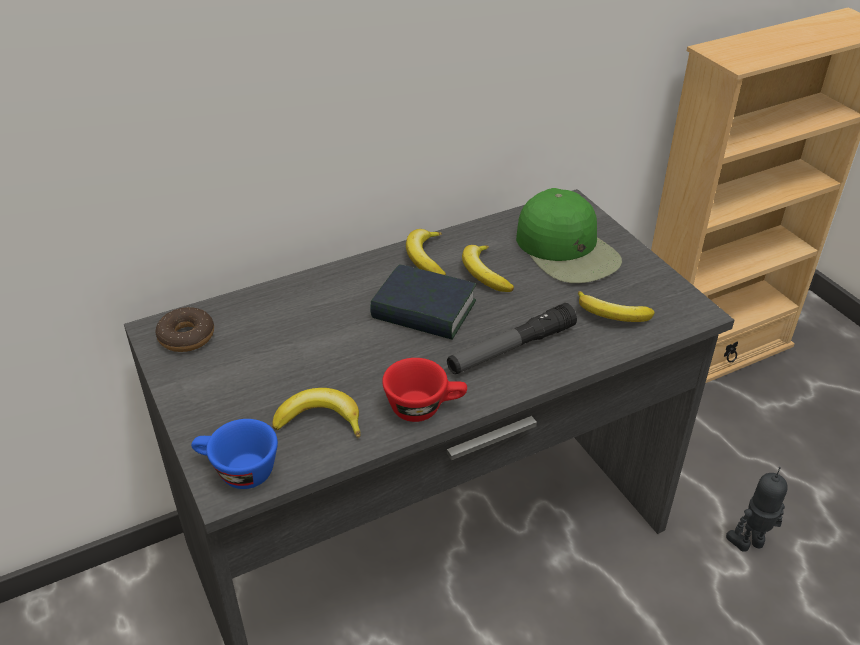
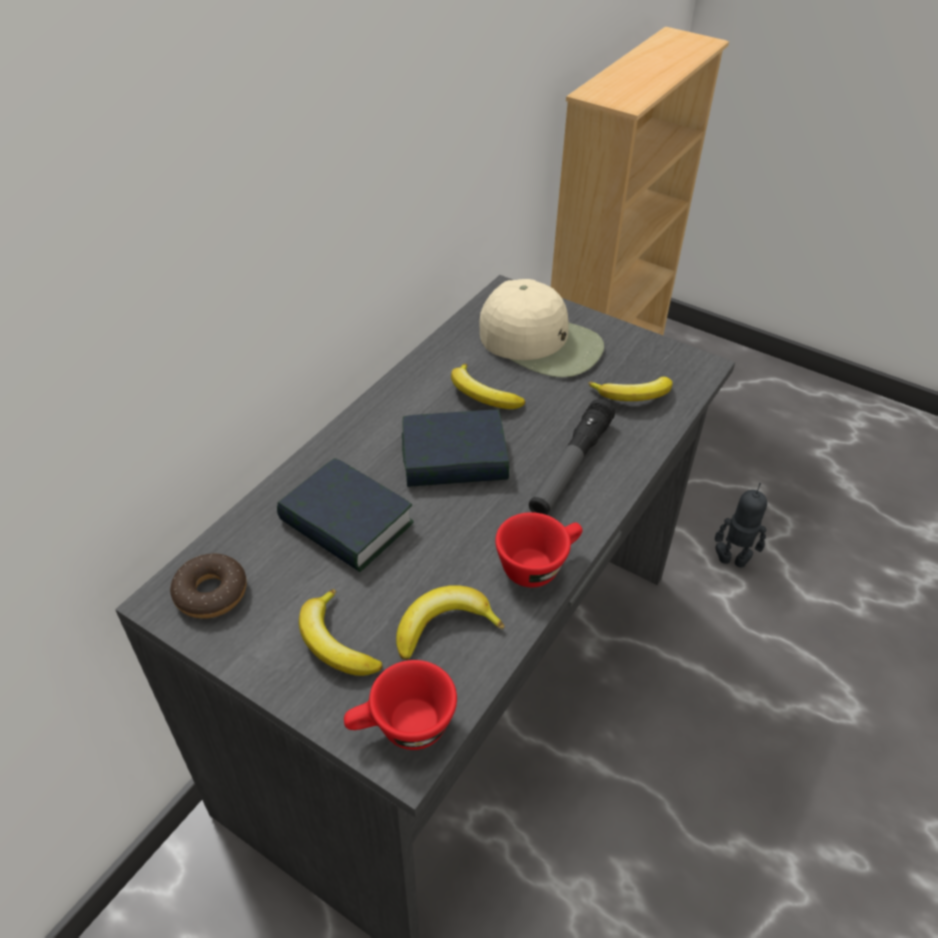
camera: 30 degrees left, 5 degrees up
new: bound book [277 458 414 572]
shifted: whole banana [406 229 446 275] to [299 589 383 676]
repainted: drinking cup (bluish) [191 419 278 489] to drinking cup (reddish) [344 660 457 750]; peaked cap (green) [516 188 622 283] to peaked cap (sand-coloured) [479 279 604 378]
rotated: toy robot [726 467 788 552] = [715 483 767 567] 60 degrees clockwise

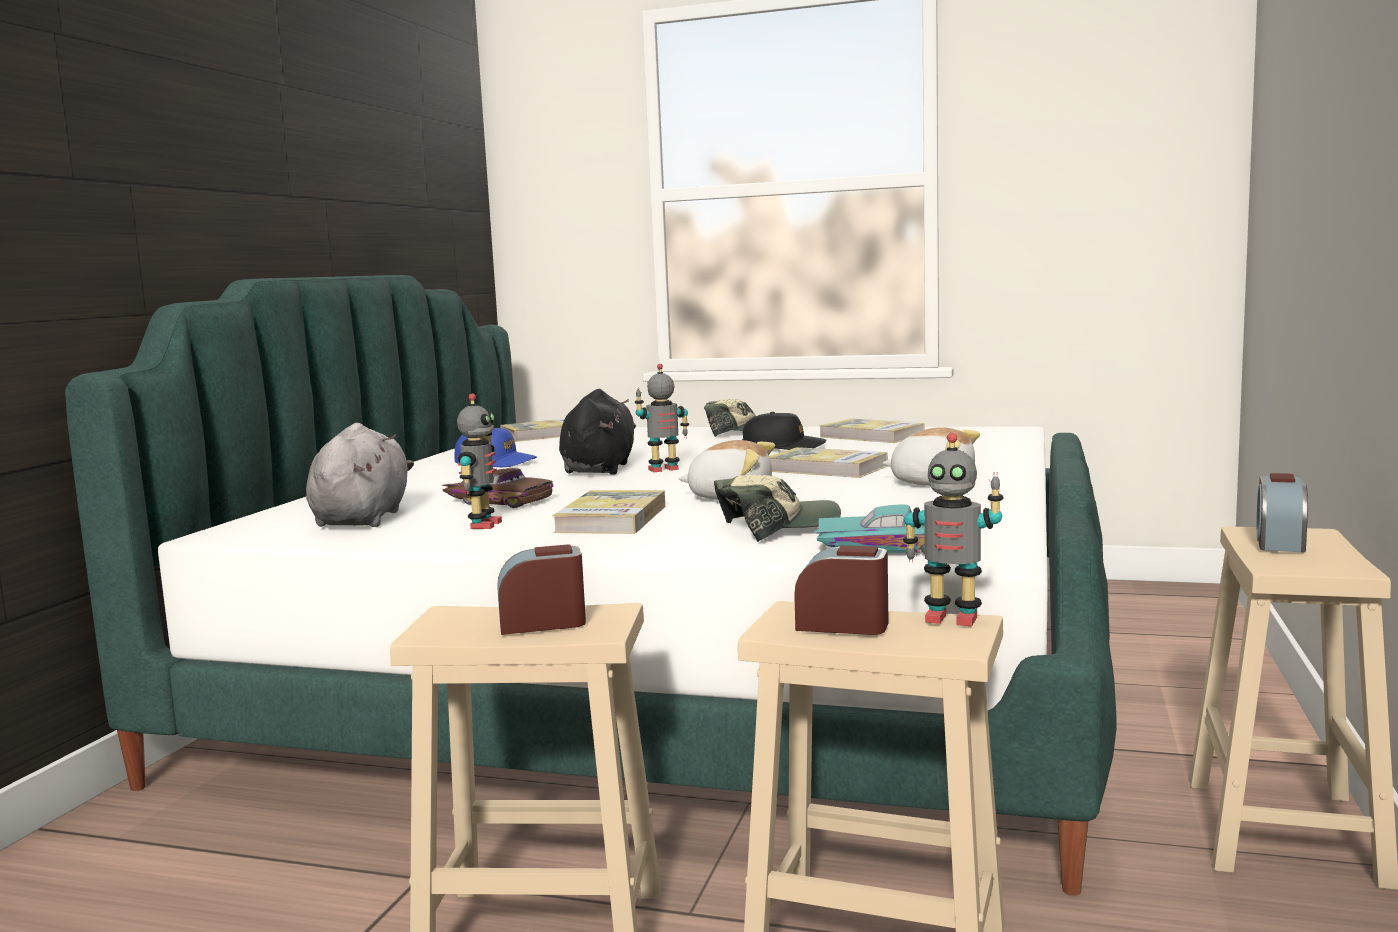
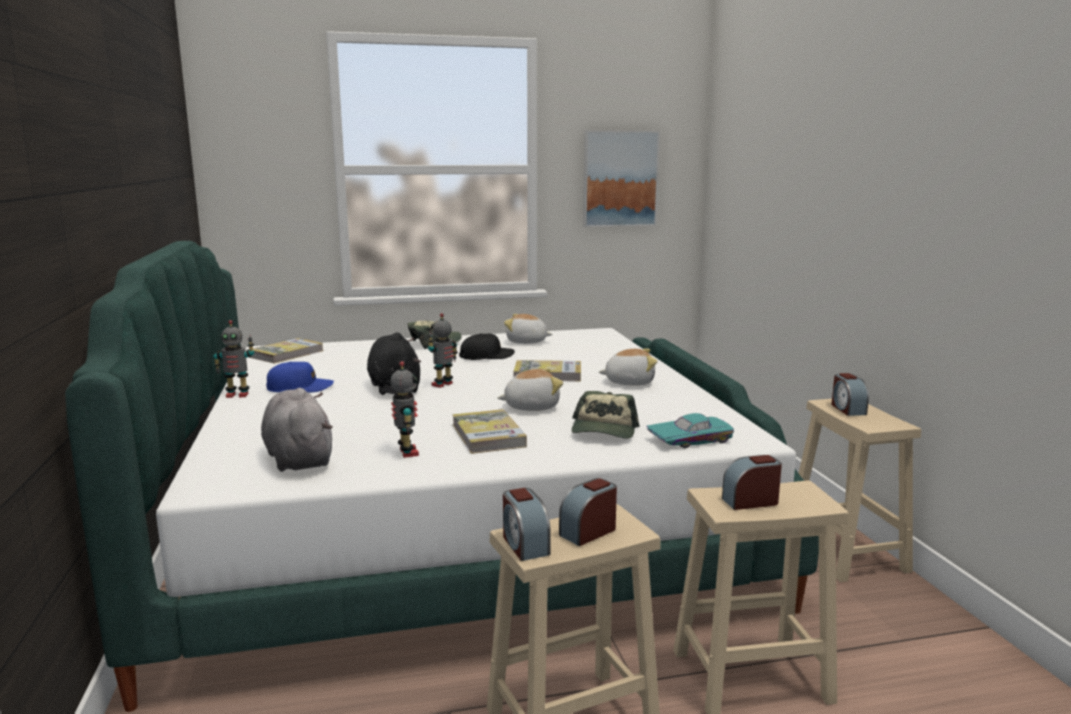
camera: 30 degrees left, 5 degrees up
gone: model car (brownish) [441 468 553 508]
new: table clock [503 488 551 561]; wall picture [583 130 660 228]
shifted: toy robot [903 433 1004 626] to [213 320 254 398]
swapped: bound book [819 419 925 443] to cuddly toy [504 314 553 344]
rotated: peaked cap [714 475 841 542] = [572 391 639 439] 150 degrees clockwise

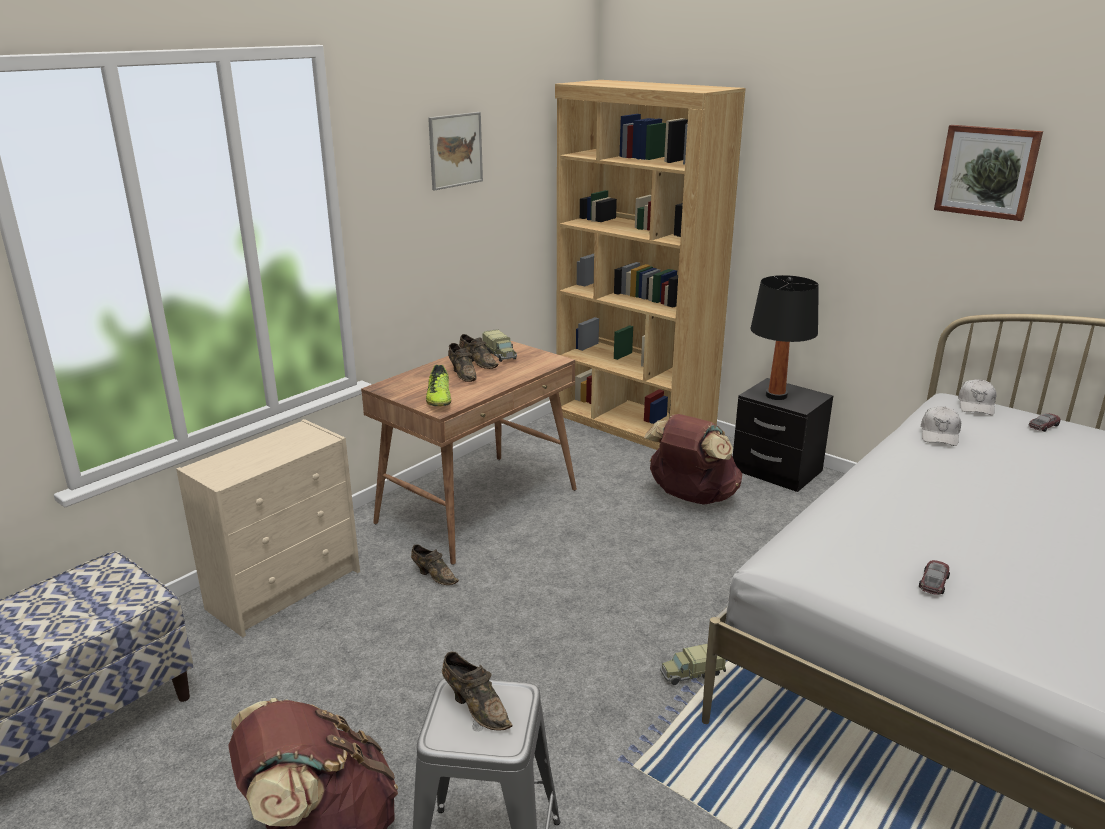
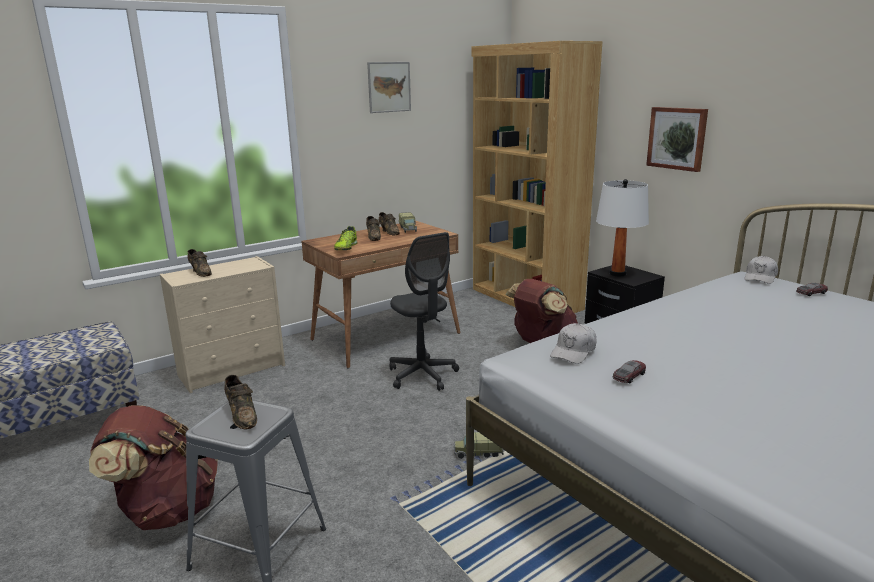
camera: 15 degrees right, 5 degrees down
new: office chair (greyish) [389 232 459 391]
shifted: item of footwear (brownish) [411 544 459 585] to [188 249 212 277]; peaked cap (white) [921 407 961 446] to [550 323 597 364]; wall picture [934 125 1043 221] to [646 107 708 172]
repainted: lamp for a table (blackish) [750 275 819 400] to lamp for a table (white) [596 179 649 276]

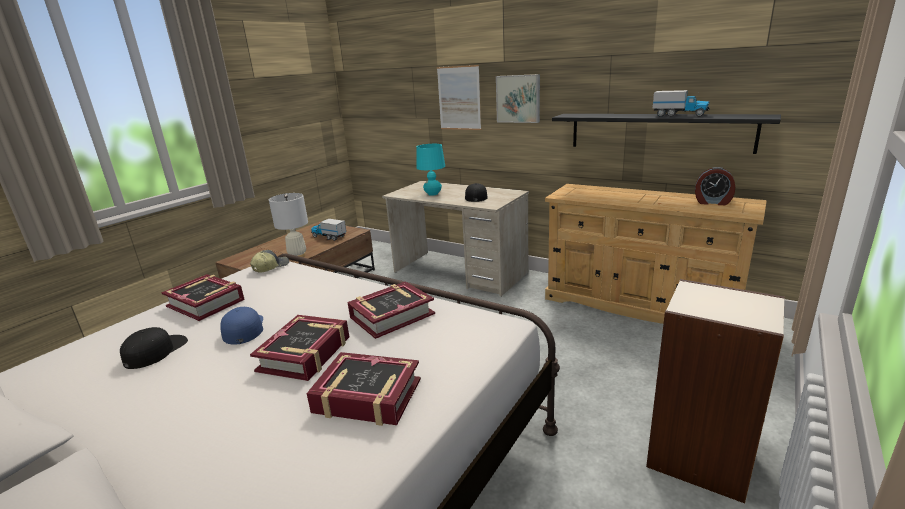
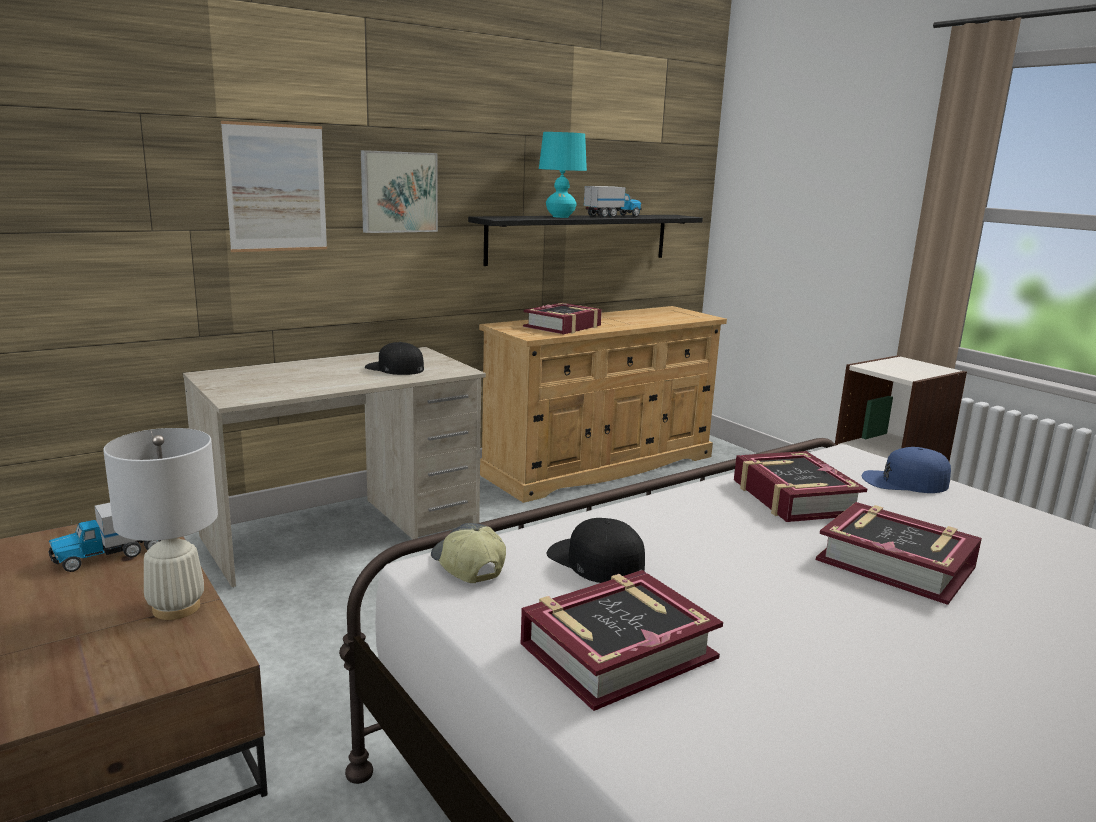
camera: 70 degrees left, 5 degrees down
gone: table clock [695 167 735 205]
shifted: peaked cap (blackish) [120 327 188 369] to [546 518 645 583]; peaked cap (bluish) [220 307 263 345] to [862 447 951 493]; bound book [307 352 421 426] to [523 303 602 334]; lamp for a table (turquoise) [416 144 445 196] to [539 132 587 218]

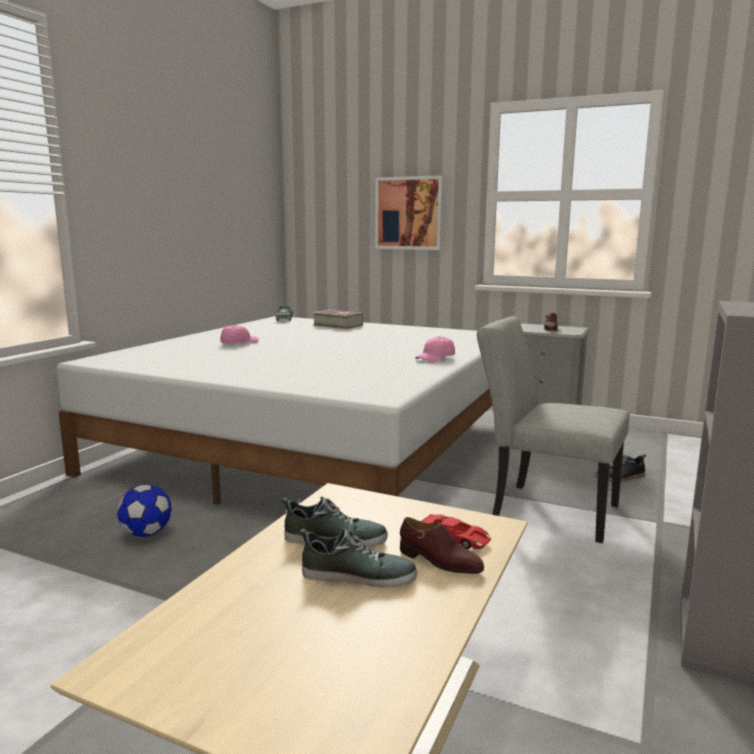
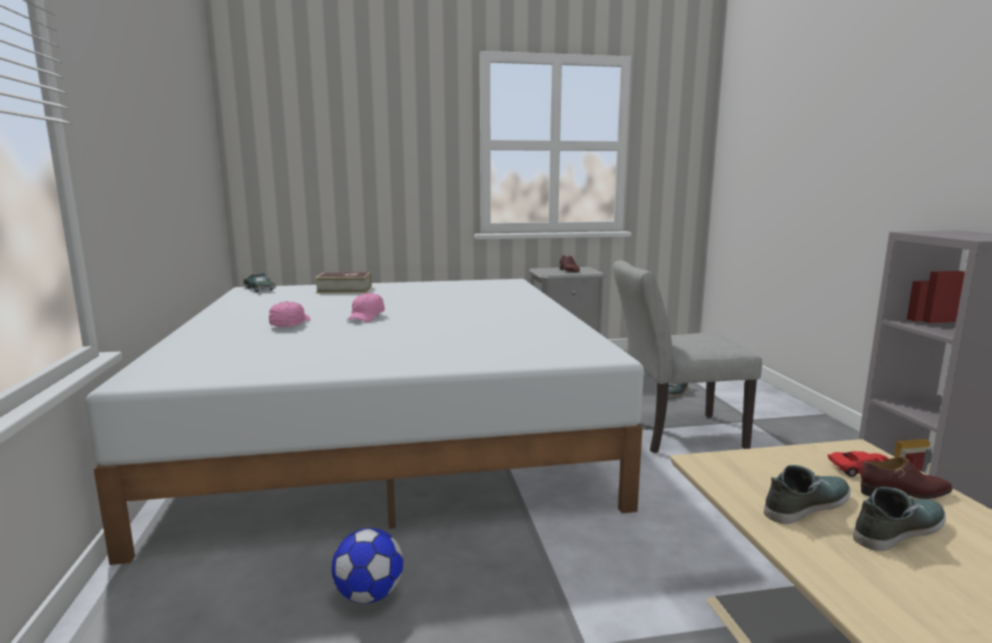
camera: 35 degrees left, 0 degrees up
gone: wall picture [375 175 443 250]
shifted: peaked cap (pink) [415 336 455 363] to [347 293 385 322]

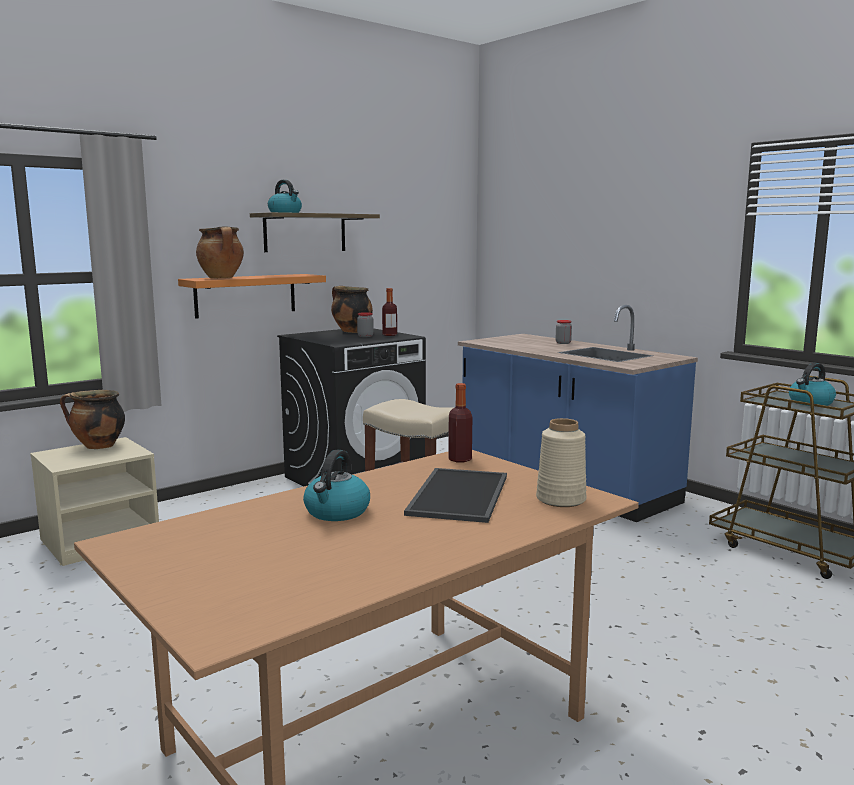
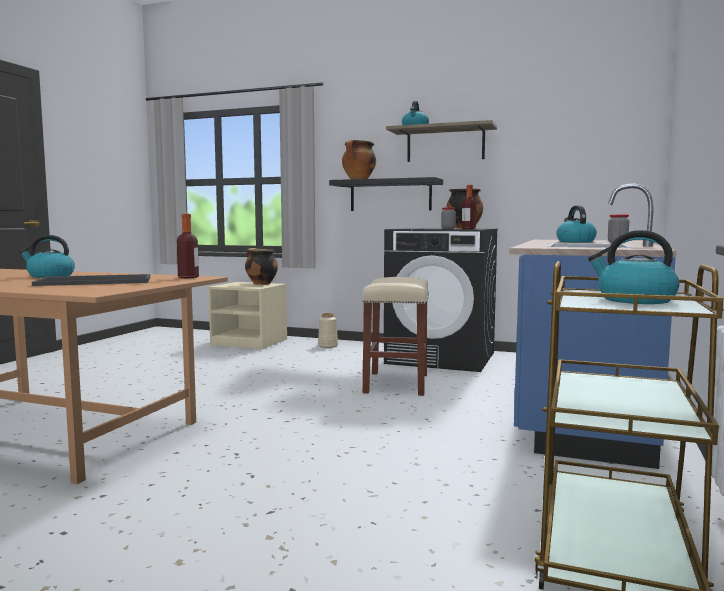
camera: 60 degrees right, 5 degrees down
new: water kettle [556 205 597 242]
shifted: flower vase (sand-coloured) [536 418 586 507] to [318 313 338 348]
repainted: bracket shelf (orange-coloured) [178 274 326 319] to bracket shelf (blackish) [329 177 443 211]

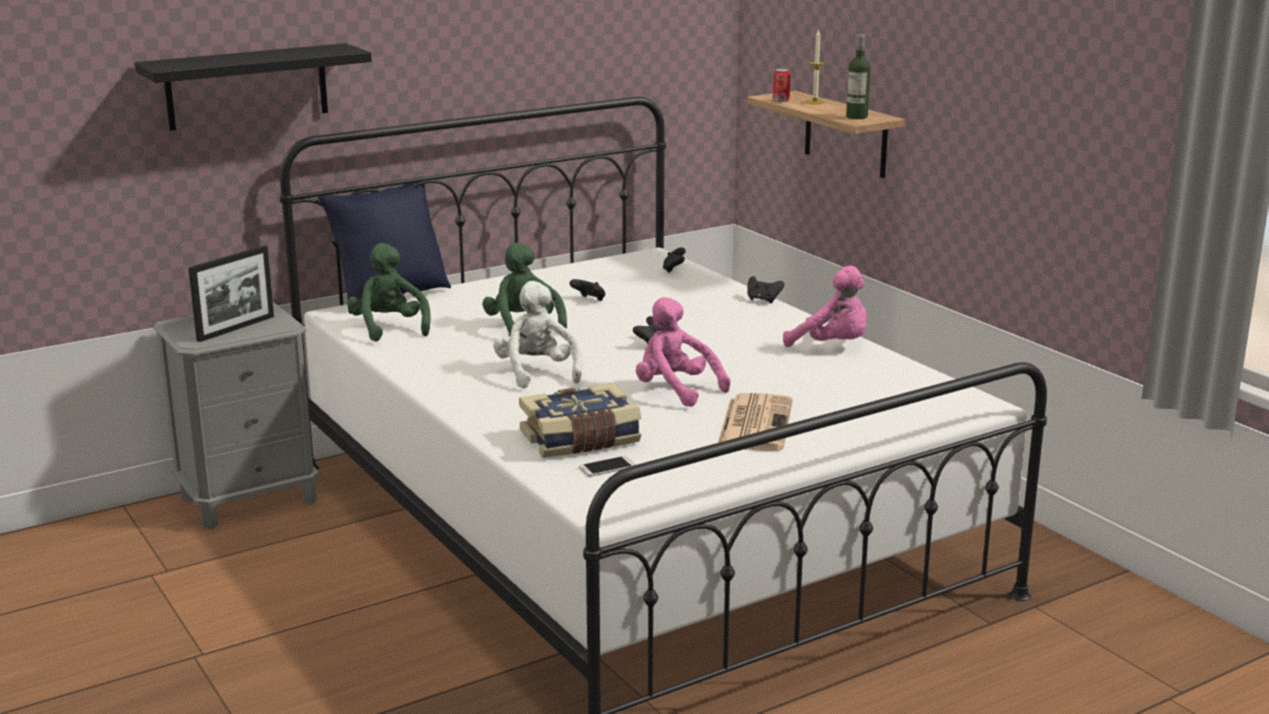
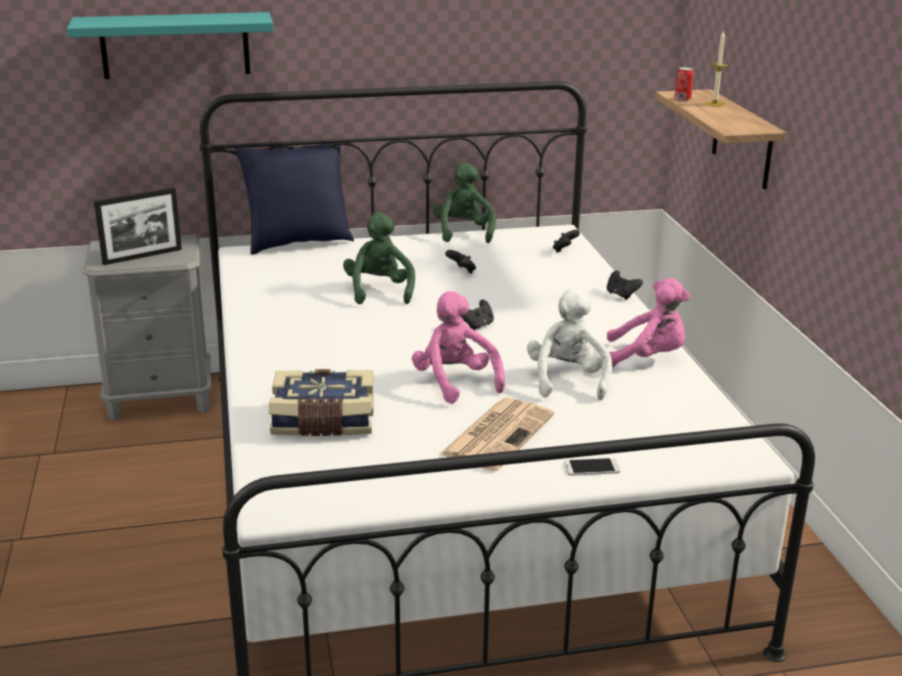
camera: 20 degrees right, 5 degrees up
gone: drink bottle [846 34 871 119]
shifted: cuddly toy (green) [347 243 431 341] to [432 162 496 243]; cuddly toy (white) [493 281 583 388] to [527 289 612 400]; phone [579 456 636 477] to [564 458 620 476]
repainted: bracket shelf (blackish) [135 43 372 131] to bracket shelf (turquoise) [67 12 274 79]
rotated: cuddly toy (pink) [783 265 867 347] = [607 278 690 367] 45 degrees counterclockwise

